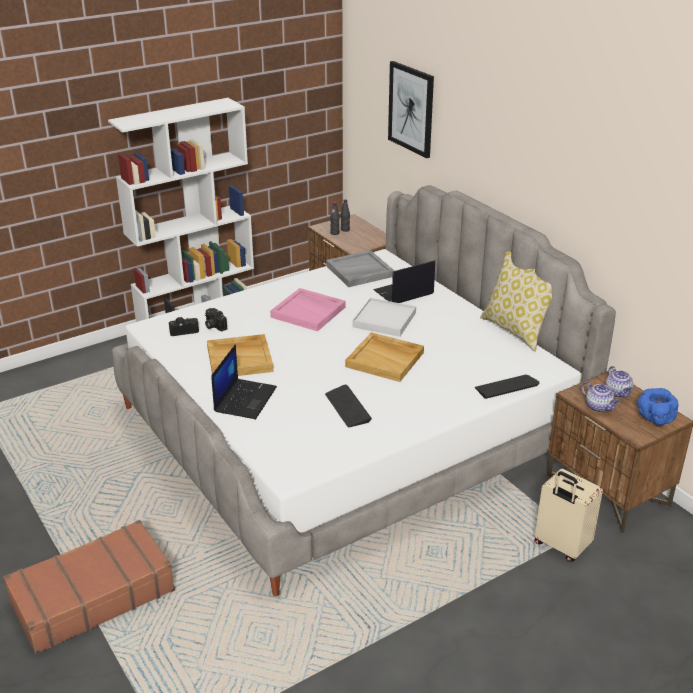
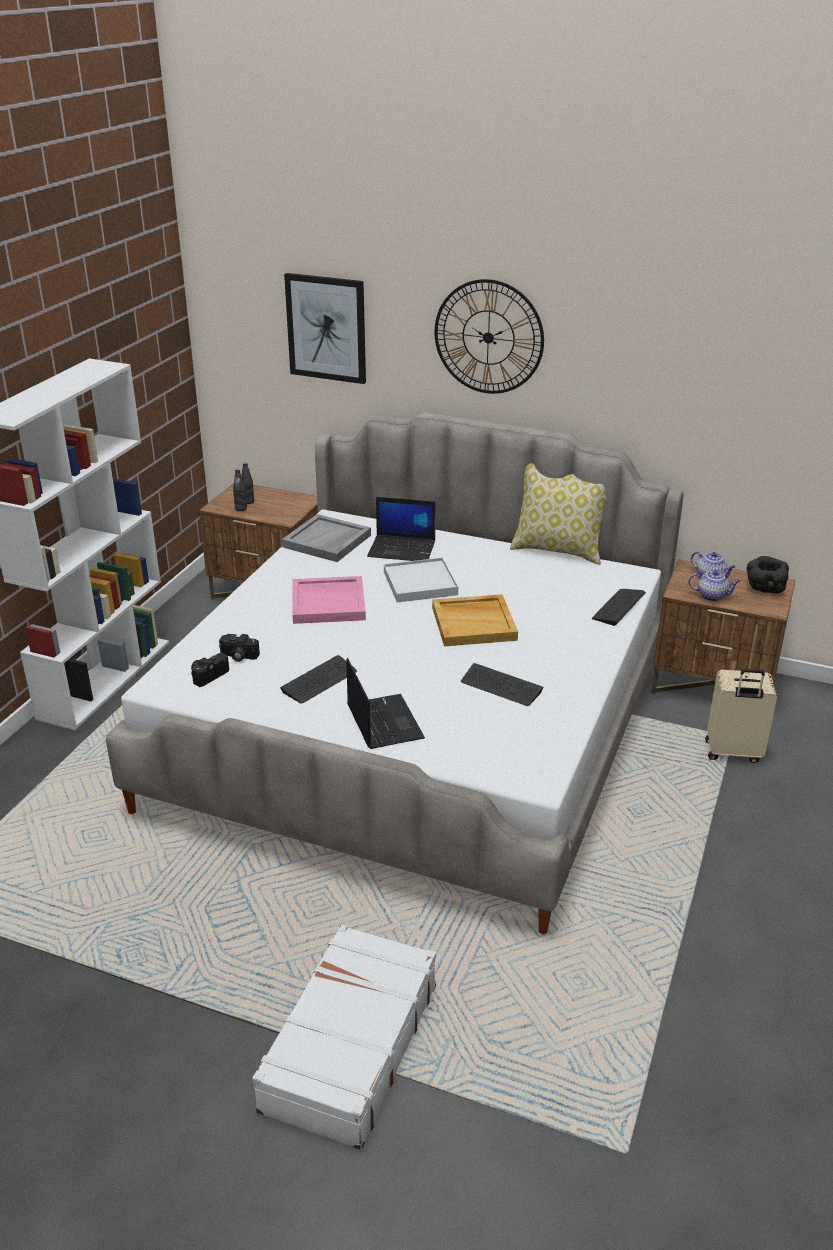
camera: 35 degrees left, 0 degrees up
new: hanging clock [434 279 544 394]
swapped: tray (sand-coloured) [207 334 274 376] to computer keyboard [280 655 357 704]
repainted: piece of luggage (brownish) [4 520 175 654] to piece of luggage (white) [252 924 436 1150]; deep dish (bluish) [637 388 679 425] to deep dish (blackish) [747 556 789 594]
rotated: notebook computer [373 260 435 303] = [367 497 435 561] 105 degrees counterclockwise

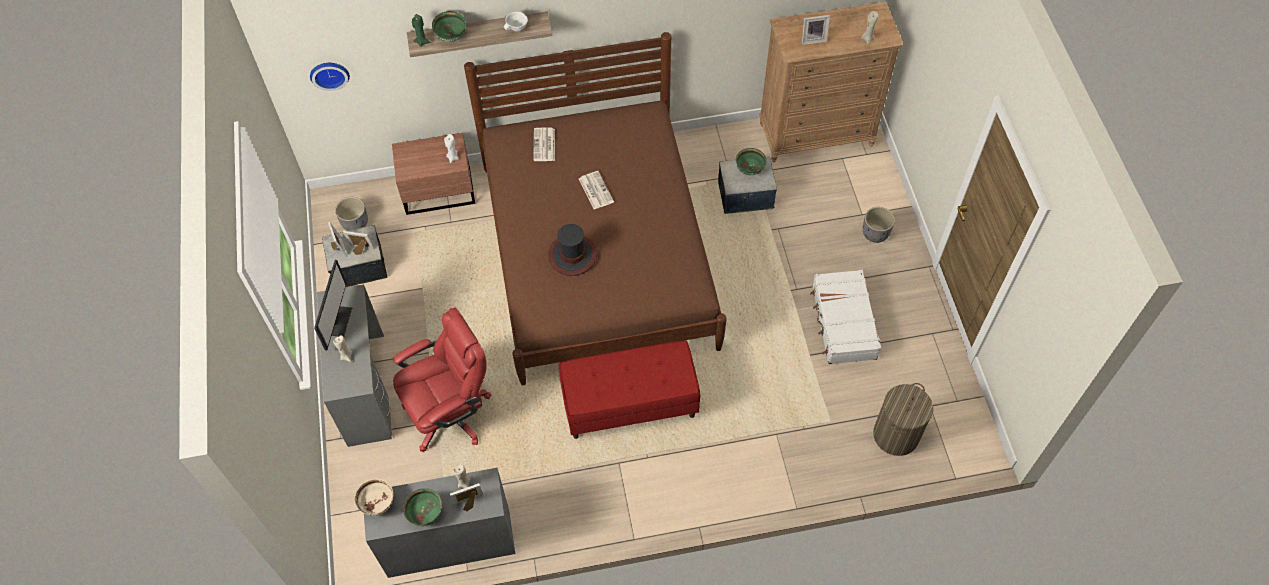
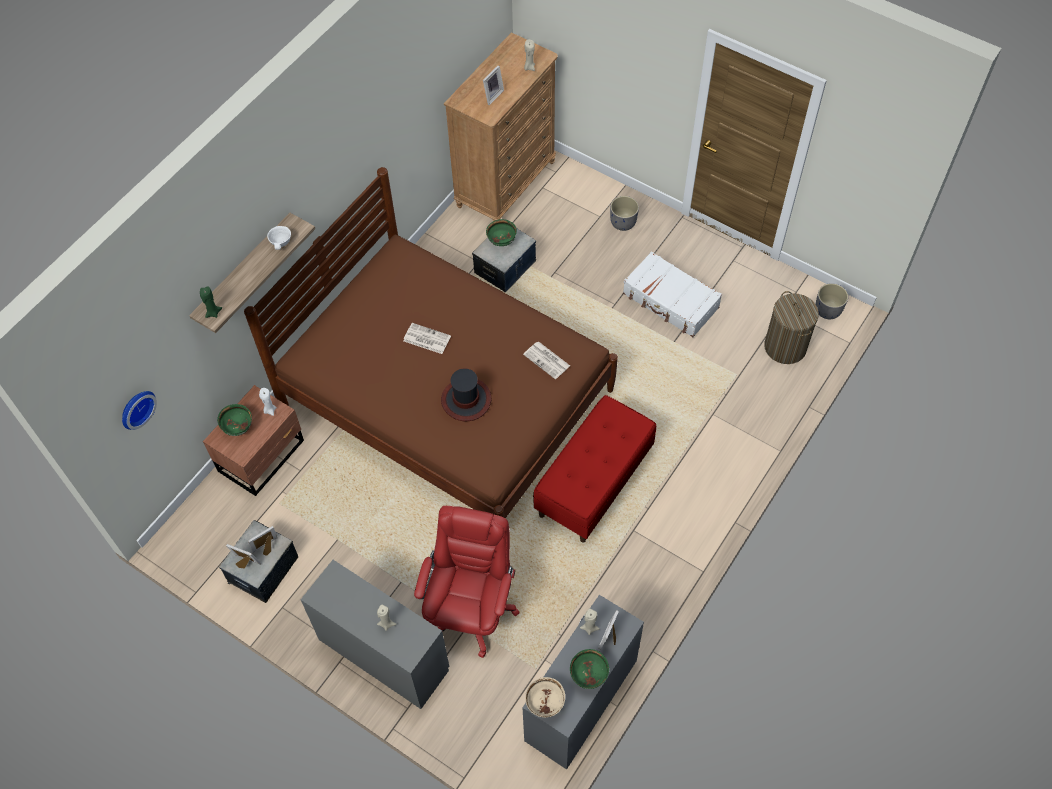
camera: 45 degrees left, 0 degrees up
gone: computer display [314 260 352 350]
shifted: plant pot (greyish) [335 197 368 231] to [816 283 848 319]; deep dish (green) [432 11 466 42] to [217 404 252 436]; printed paper [533 127 555 161] to [523 341 570 379]

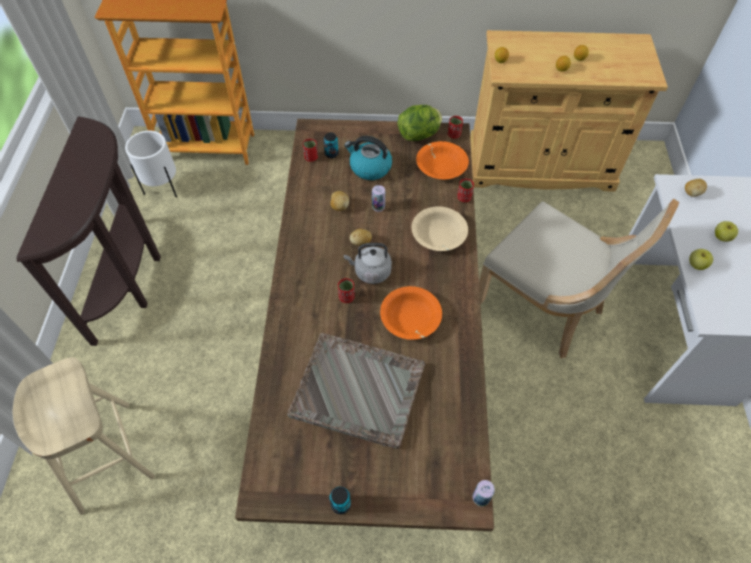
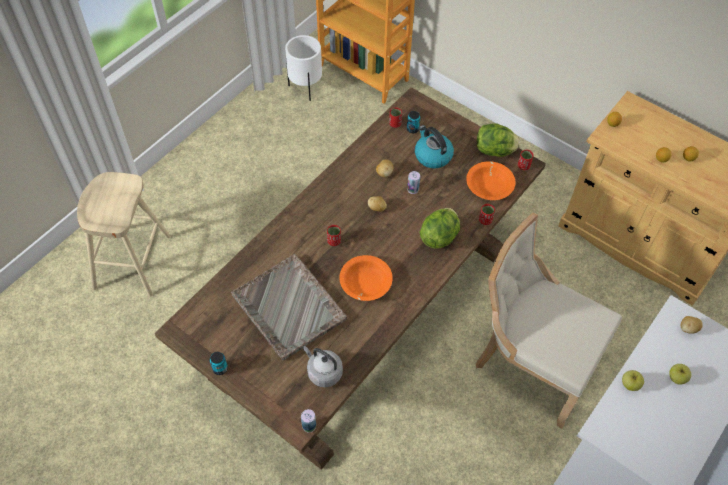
camera: 35 degrees right, 0 degrees up
gone: console table (brownish) [17 116 161 346]
shifted: water kettle (greyish) [344 243 392 284] to [303 346 343 387]
swapped: deep dish (sand-coloured) [412 206 468 251] to lettuce [420 208 460 249]
rotated: plain chair (sand-coloured) [479 199 680 358] = [476 213 622 429] 135 degrees clockwise

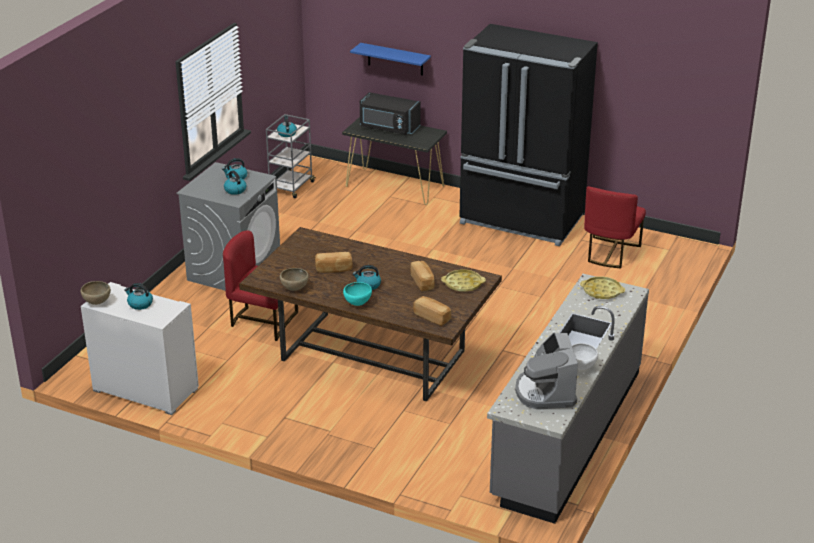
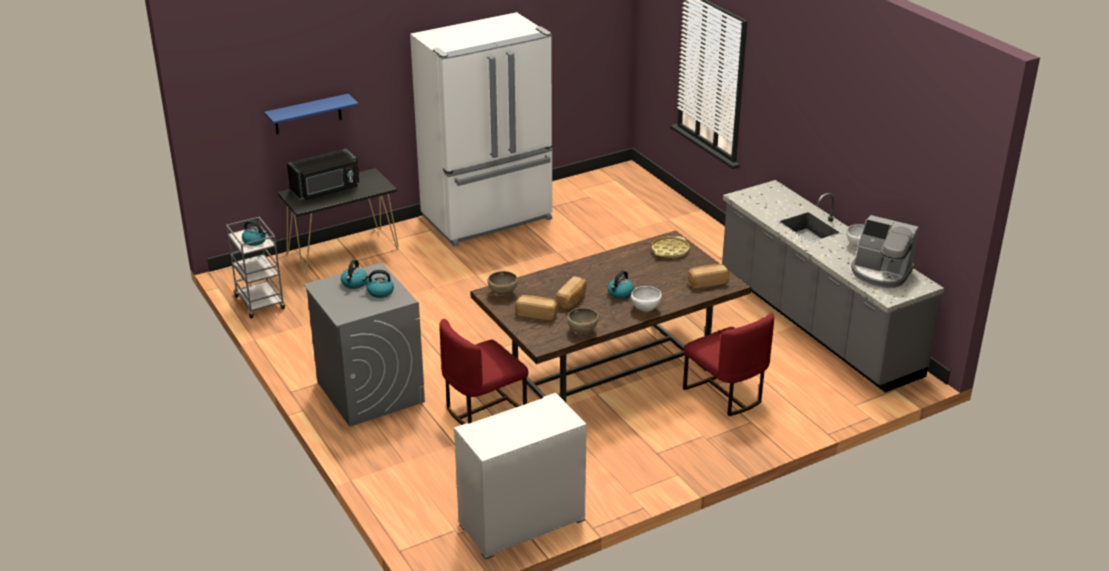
camera: 55 degrees left, 0 degrees up
gone: water kettle [124 283 153 310]; tray (yellow) [580 277 625 299]
shifted: deep dish (brownish) [81 281 111 305] to [487 271 518 296]; bread [410 261 435 291] to [515 295 558 321]; plain chair (reddish) [584 186 646 268] to [683 313 774 416]
repainted: deep dish (turquoise) [343 282 372 306] to deep dish (white) [631 286 662 311]; fridge (blackish) [459 24 598 247] to fridge (white) [410 12 553 246]

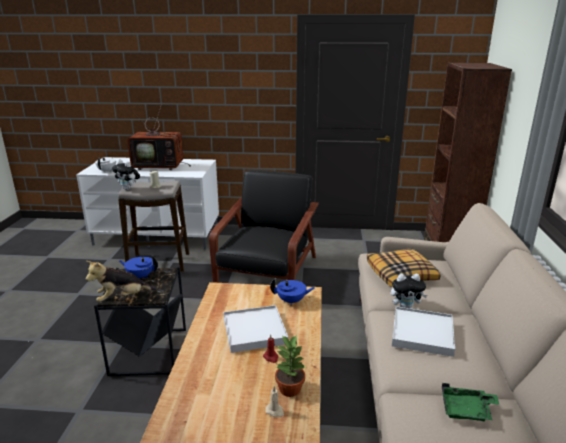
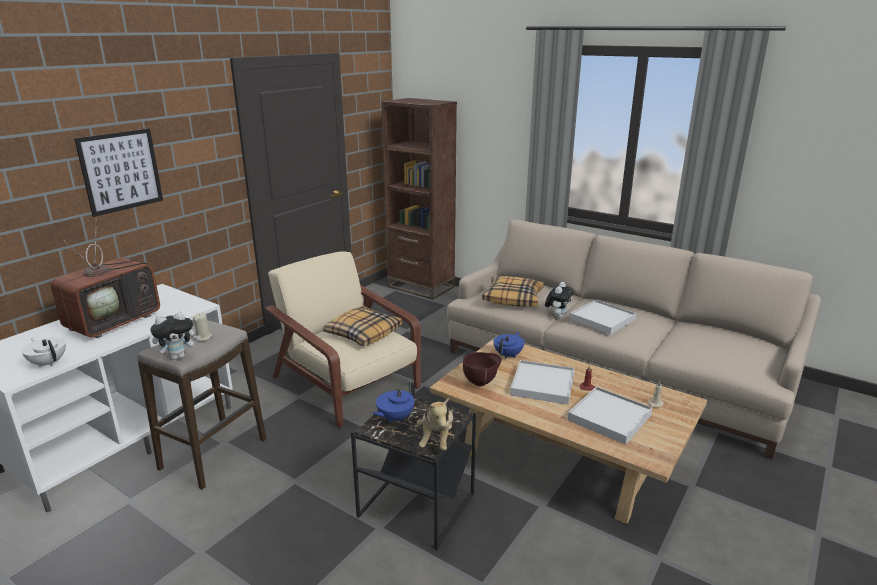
camera: 60 degrees left, 0 degrees up
gone: plant in a pot [275 335 305 397]; tray (green) [442 383 500 421]
new: wall picture [74 128 163 217]; throw pillow [323 306 402 346]; deep dish (brownish) [463 352 502 386]; tray (white) [567 387 652 445]
repainted: lounge chair (blackish) [209 170 319 283] to lounge chair (sand-coloured) [265 251 421 428]

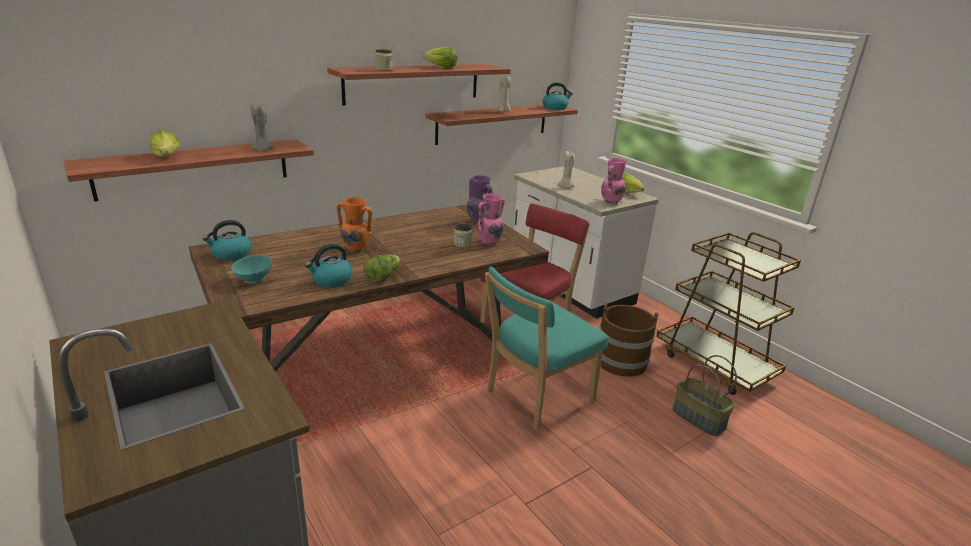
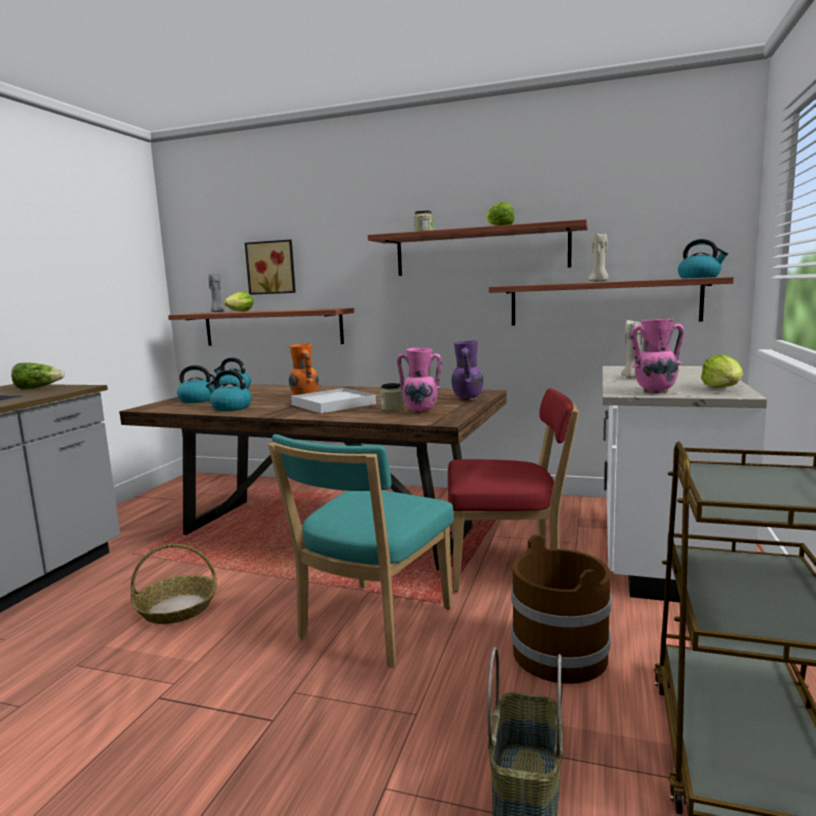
camera: 55 degrees right, 15 degrees down
new: storage basket [131 544 217 624]; wall picture [245 240 296 295]; tray (white) [291 388 376 413]
shifted: candle (greyish) [251 104 274 152] to [208 273 224 312]; lettuce [363 254 400 283] to [11 363 65 389]
swapped: deep dish (turquoise) [231 255 272 284] to water kettle [177 365 216 403]
rotated: plain chair (turquoise) [485 266 608 431] = [268 434 454 668] 75 degrees counterclockwise

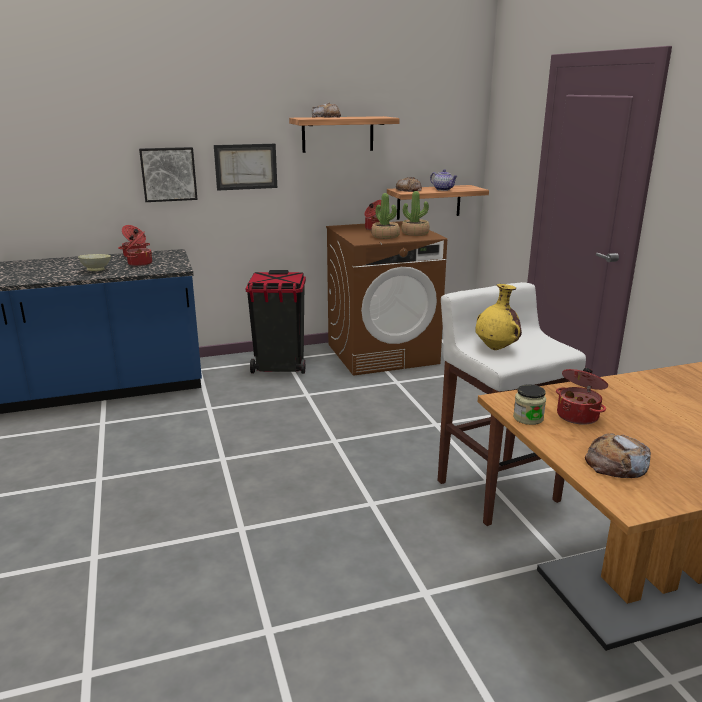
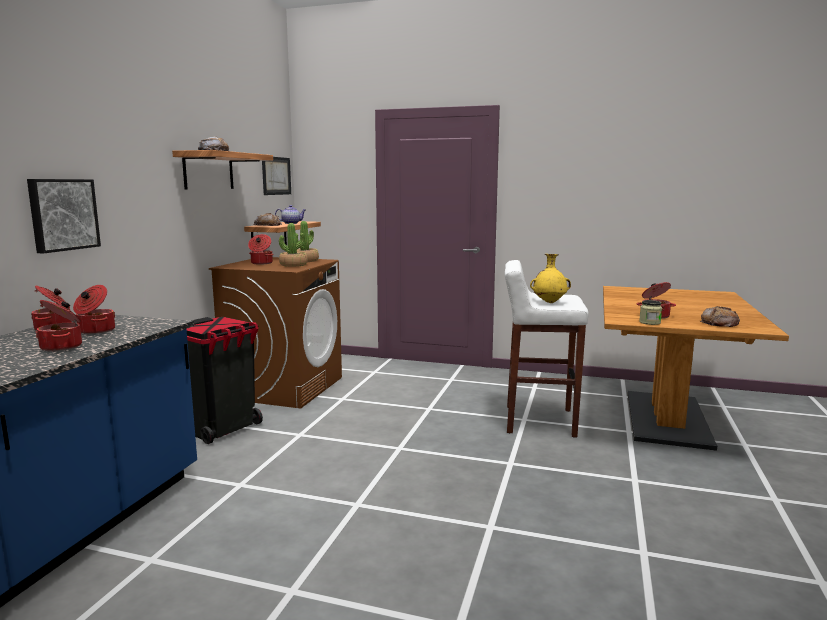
camera: 55 degrees left, 10 degrees down
shifted: wall picture [214 144 277 191] to [262 157 291 195]
swapped: deep dish (sand-coloured) [78 254 111 271] to cooking pot [35 300 82 351]

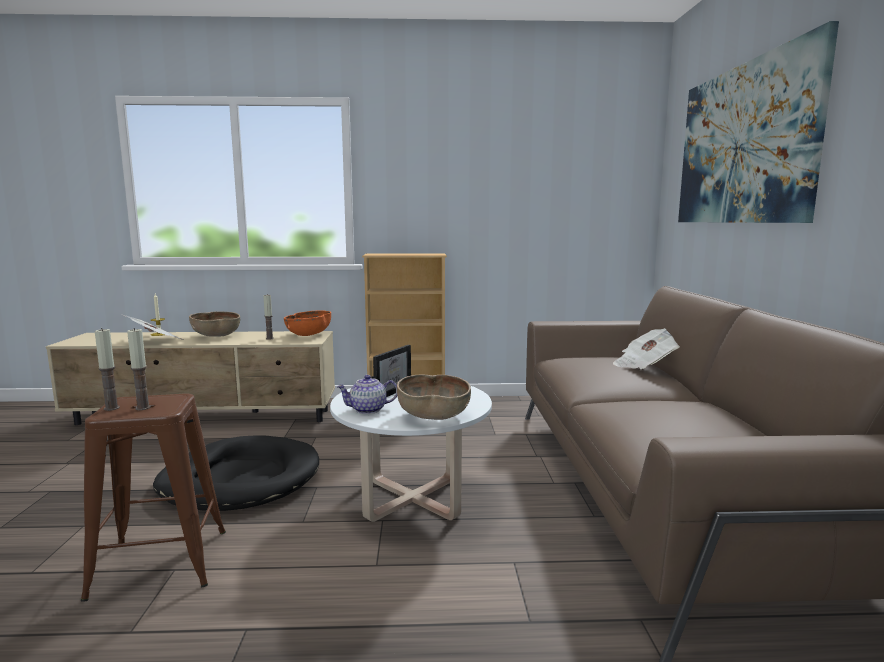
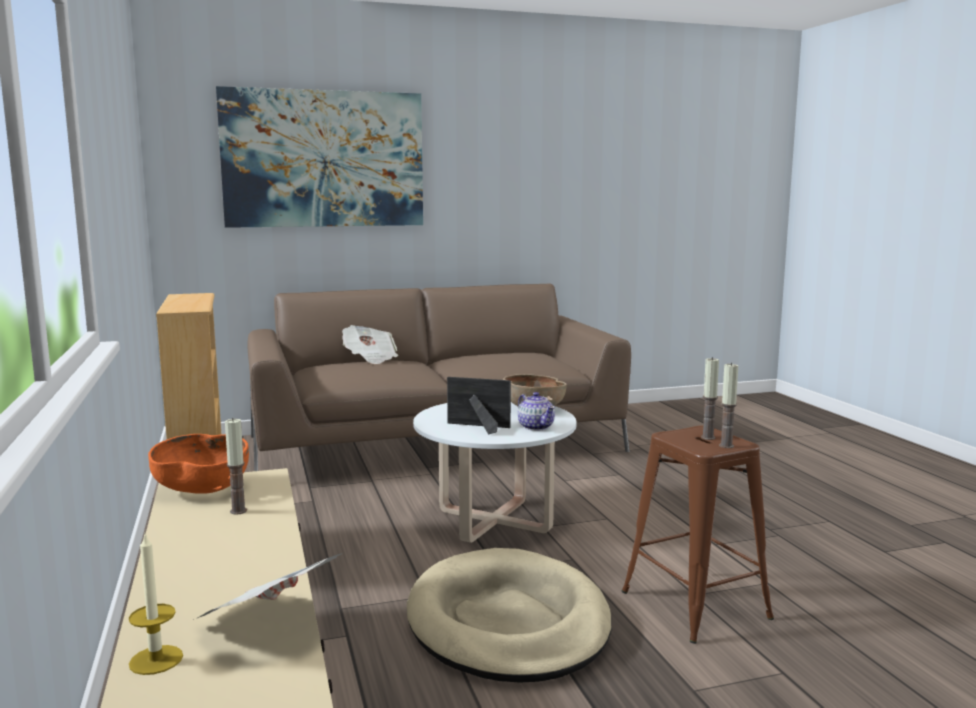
camera: 105 degrees left, 0 degrees up
gone: deep dish (brownish) [189 312 240 337]
repainted: pet bed (blackish) [153 435 319 511] to pet bed (sand-coloured) [407 548 612 682]

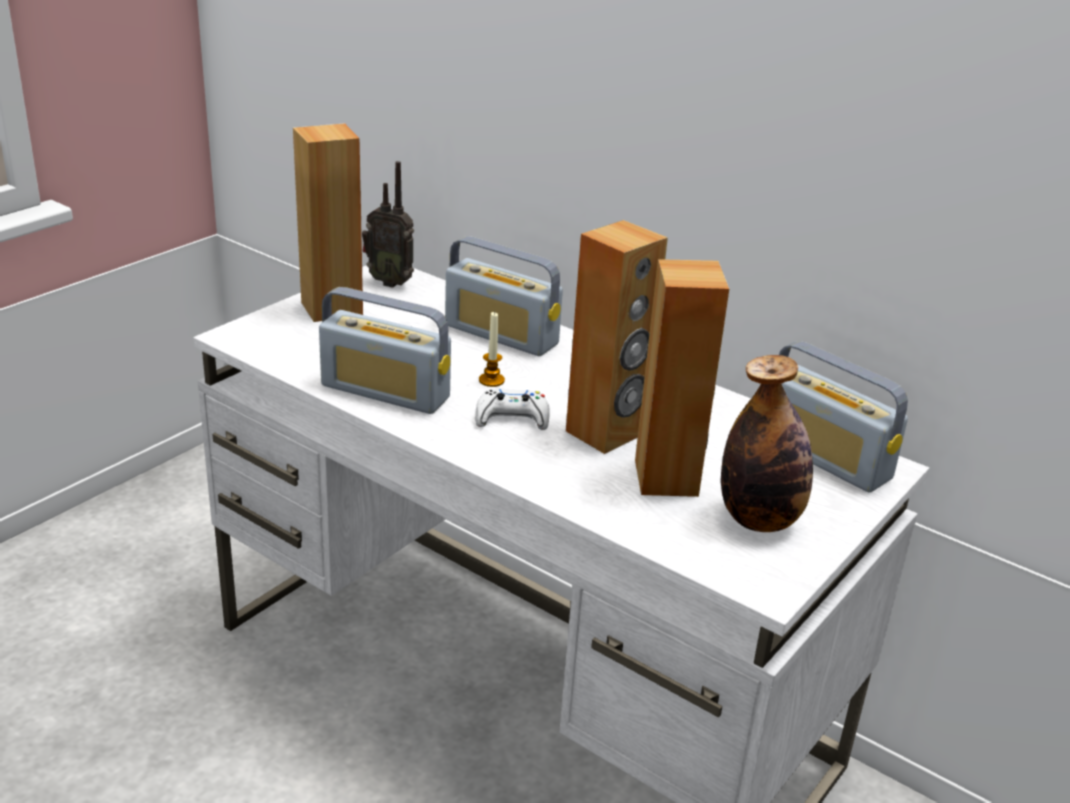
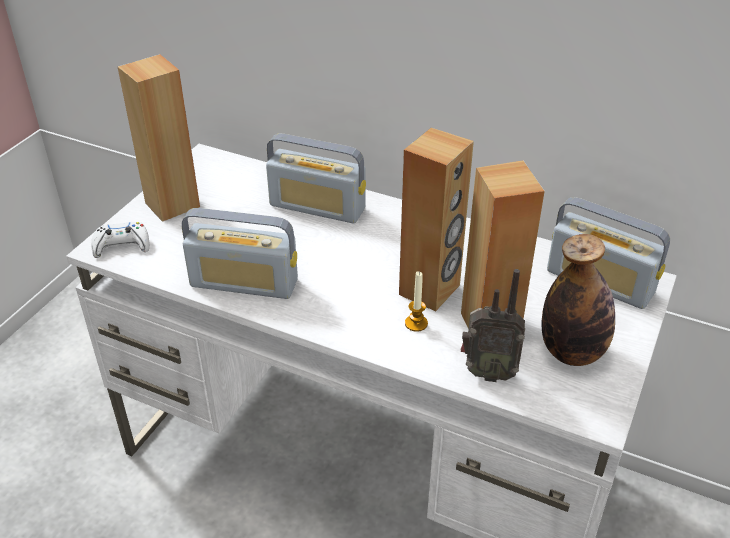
camera: 10 degrees left, 10 degrees up
shifted: radio receiver [362 161 414 288] to [460 269 525 382]; joypad (white) [475 389 550 430] to [91 222 150 258]; candle [479 311 505 387] to [405 271 428 332]

